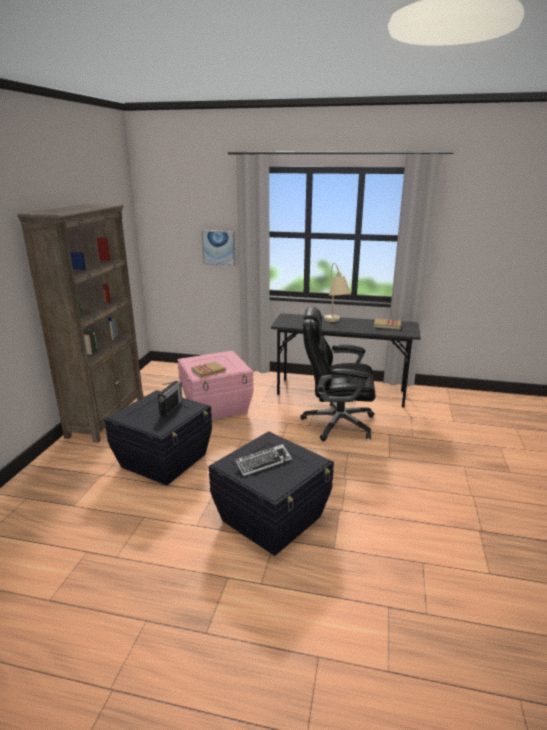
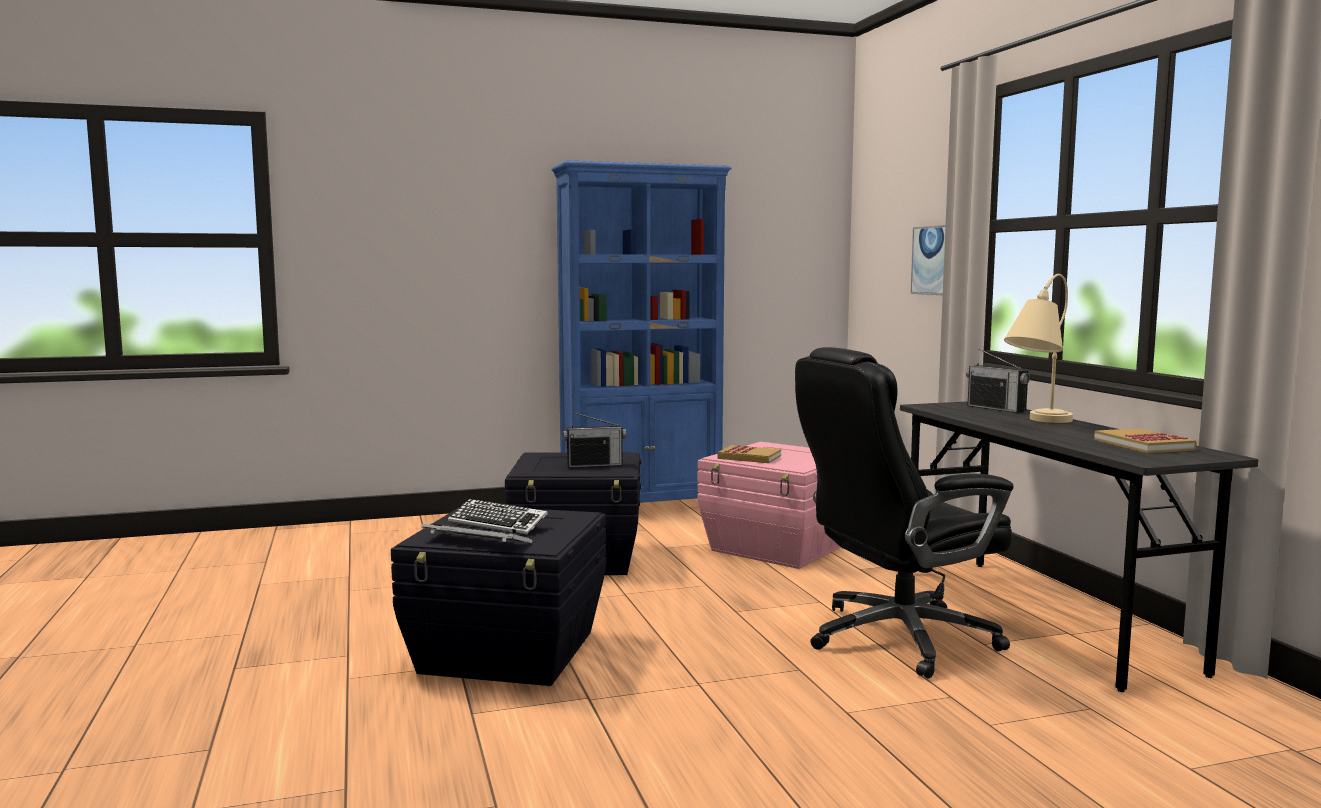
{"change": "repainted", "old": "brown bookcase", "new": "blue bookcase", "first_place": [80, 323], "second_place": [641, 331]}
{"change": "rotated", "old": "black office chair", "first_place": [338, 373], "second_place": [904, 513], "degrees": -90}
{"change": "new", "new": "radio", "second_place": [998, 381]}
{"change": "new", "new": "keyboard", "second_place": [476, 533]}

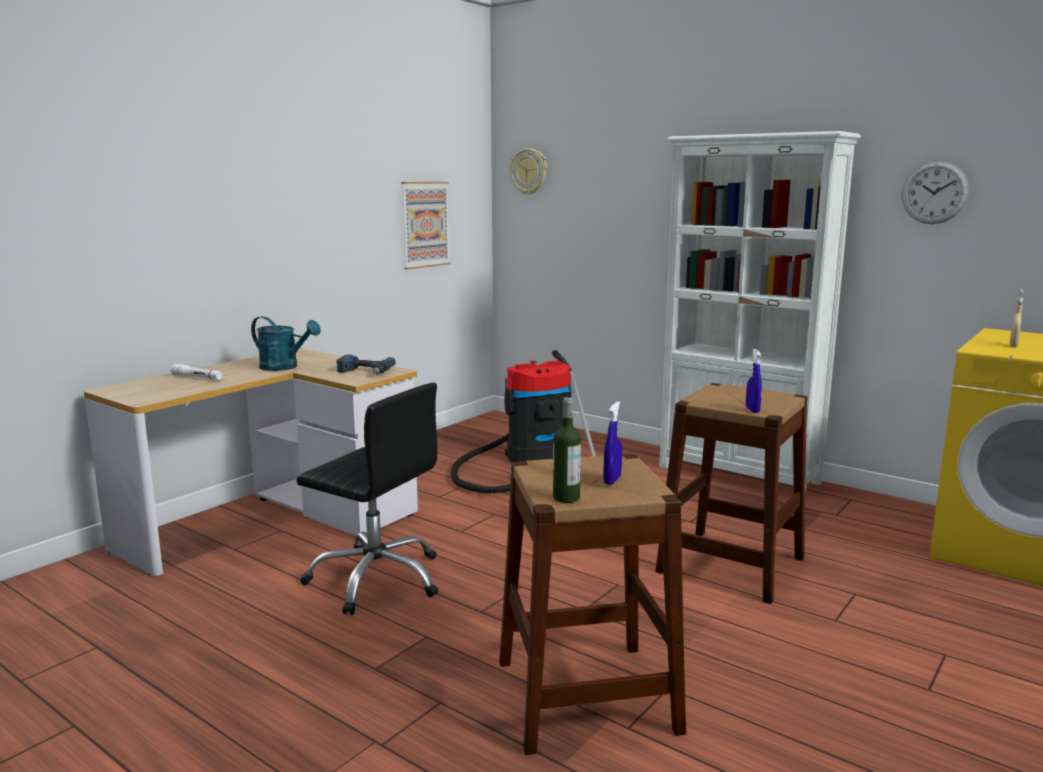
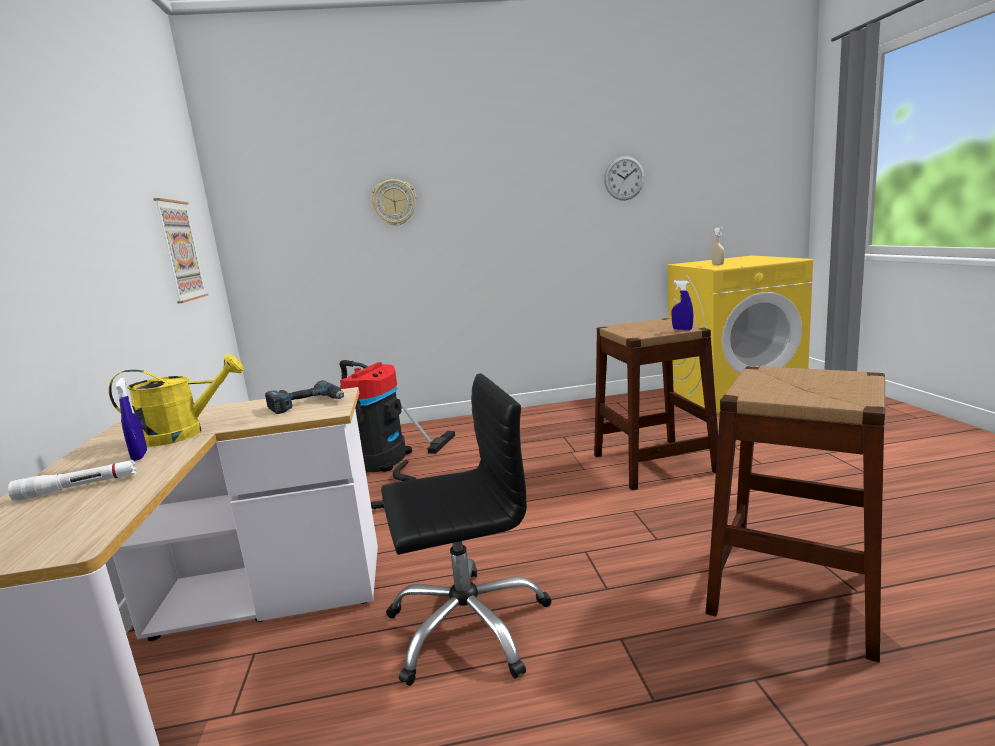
{"change": "gone", "old": "white bookcase", "first_place": [760, 311]}
{"change": "shifted", "old": "wall clock", "first_place": [528, 171], "second_place": [393, 202]}
{"change": "repainted", "old": "turquoise watering can", "new": "yellow watering can", "first_place": [286, 343], "second_place": [176, 400]}
{"change": "gone", "old": "bottle", "first_place": [567, 450]}
{"change": "shifted", "old": "blue spray bottle", "first_place": [612, 443], "second_place": [131, 419]}

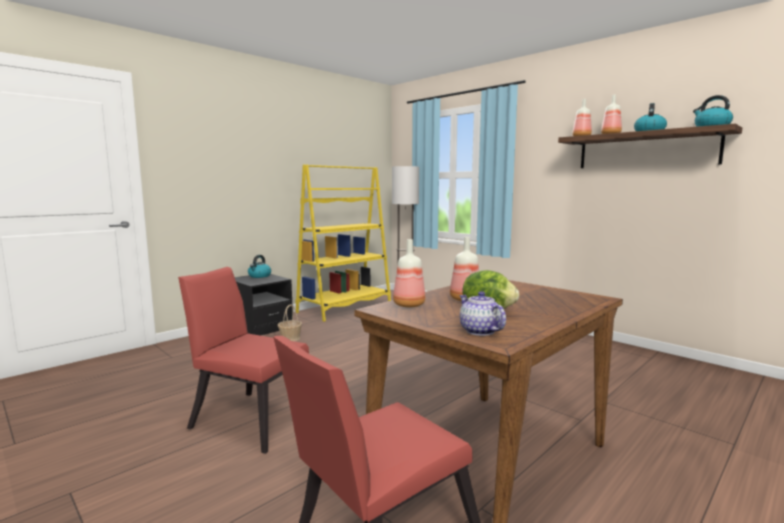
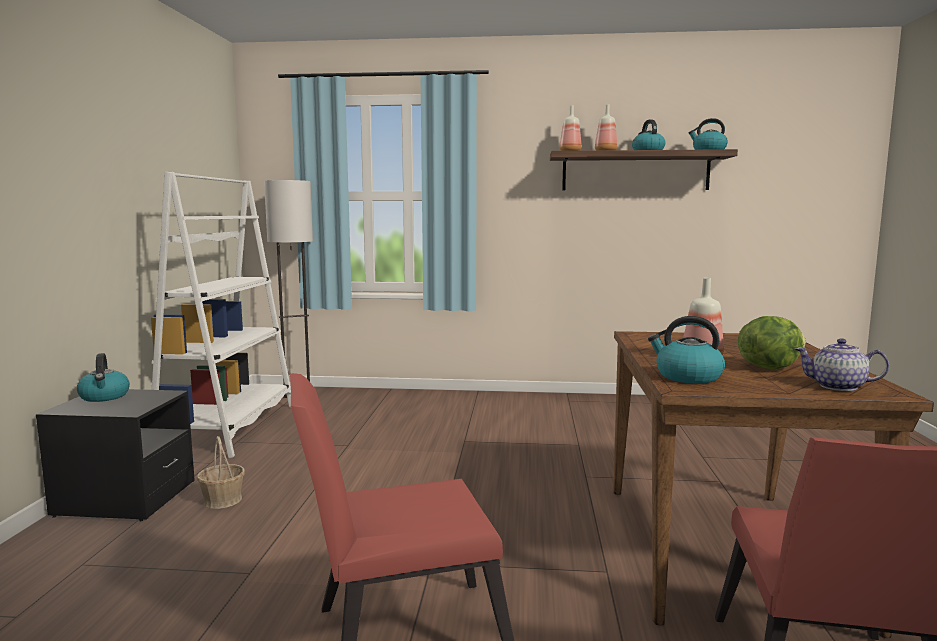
{"change": "repainted", "old": "yellow bookcase", "new": "white bookcase", "first_place": [343, 243], "second_place": [221, 315]}
{"change": "swapped", "old": "bottle", "new": "kettle", "first_place": [409, 273], "second_place": [686, 350]}

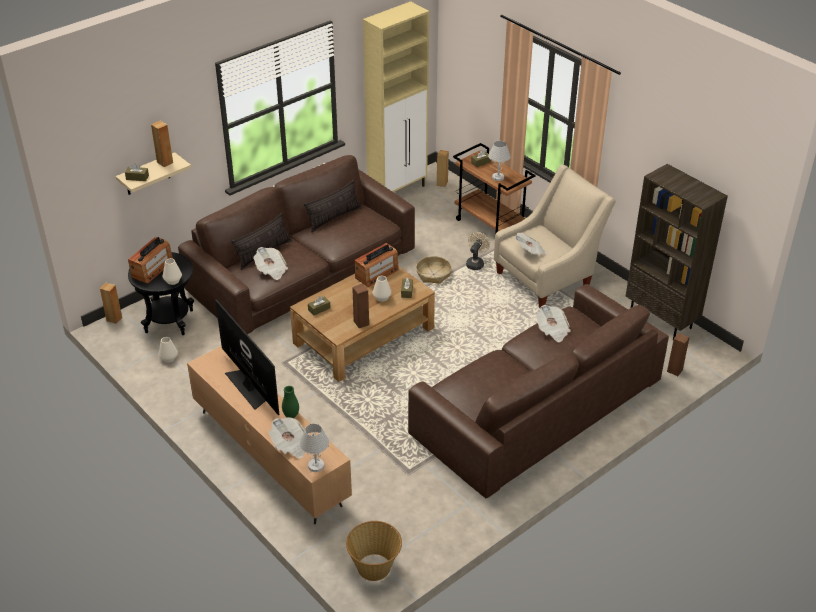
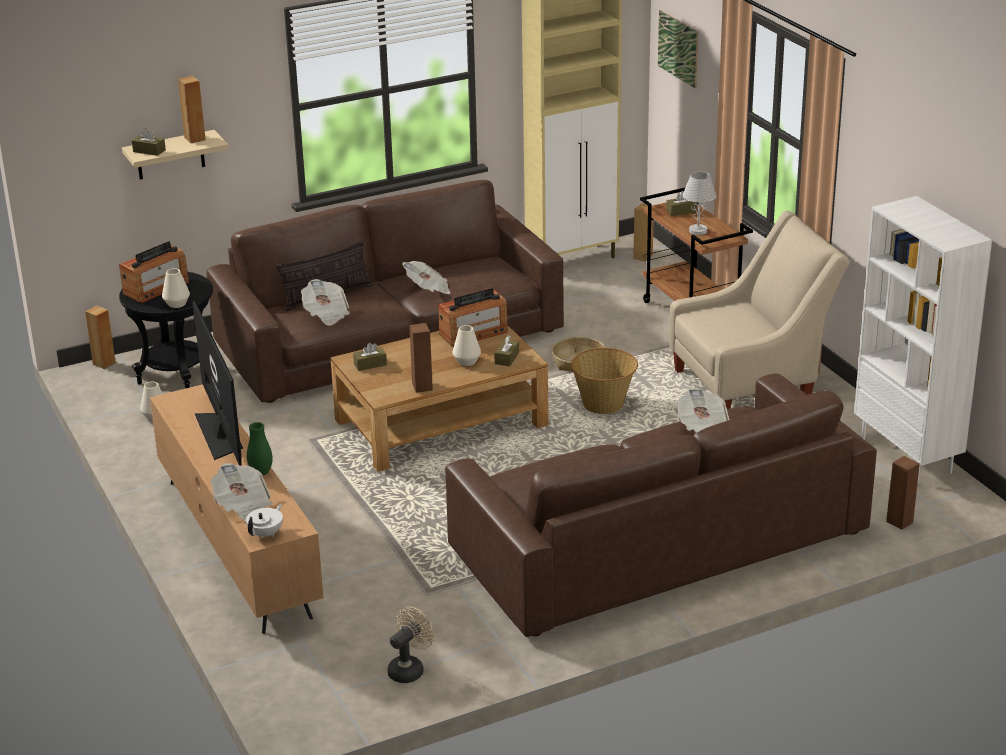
{"change": "repainted", "old": "brown bookcase", "new": "white bookcase", "first_place": [677, 252], "second_place": [923, 340]}
{"change": "gone", "old": "pillow", "first_place": [333, 206]}
{"change": "shifted", "old": "beige fan", "first_place": [478, 251], "second_place": [410, 645]}
{"change": "shifted", "old": "newspaper", "first_place": [530, 244], "second_place": [426, 277]}
{"change": "swapped", "old": "white table lamp", "new": "white teapot", "first_place": [314, 448], "second_place": [264, 521]}
{"change": "shifted", "old": "basket", "first_place": [374, 551], "second_place": [604, 381]}
{"change": "new", "new": "picture", "second_place": [678, 49]}

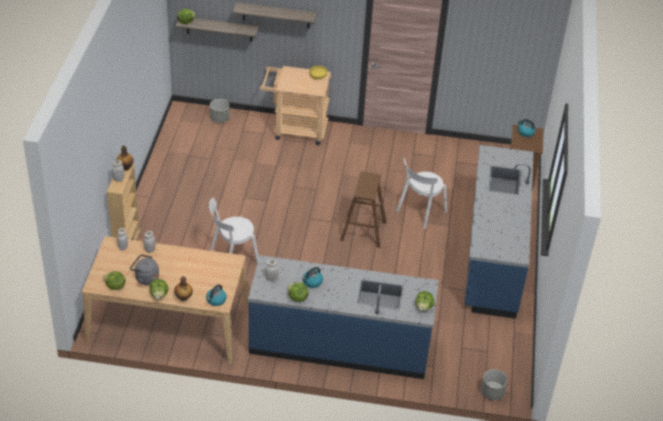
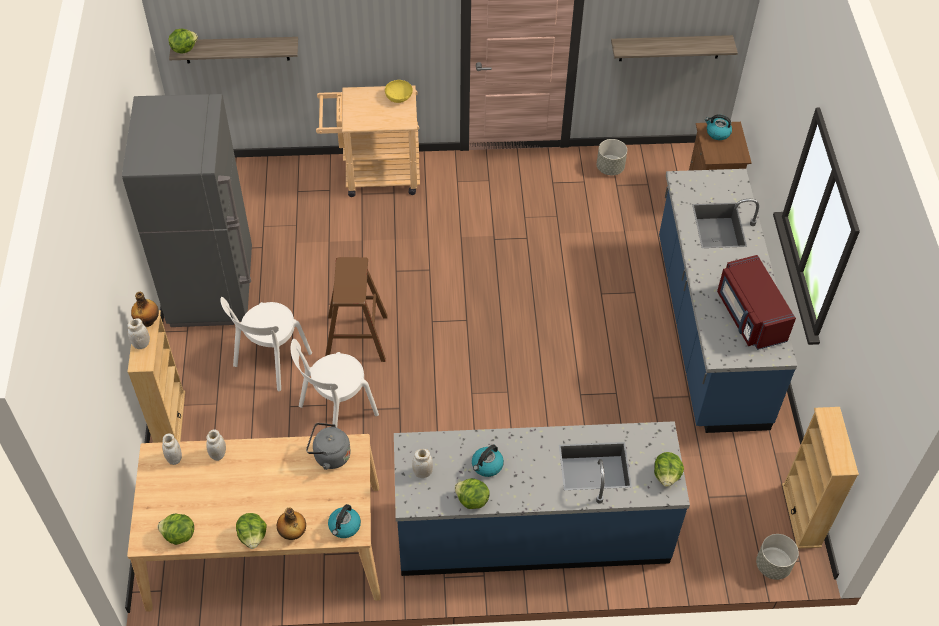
{"change": "shifted", "old": "shelf", "first_place": [274, 15], "second_place": [674, 48]}
{"change": "shifted", "old": "grey planter", "first_place": [219, 111], "second_place": [612, 157]}
{"change": "shifted", "old": "white chair", "first_place": [422, 193], "second_place": [266, 344]}
{"change": "shifted", "old": "brown stool", "first_place": [363, 210], "second_place": [356, 309]}
{"change": "shifted", "old": "grey kettle", "first_place": [144, 270], "second_place": [328, 446]}
{"change": "new", "new": "grey fridge", "second_place": [187, 210]}
{"change": "new", "new": "red microwave", "second_place": [756, 302]}
{"change": "new", "new": "beige bookcase", "second_place": [820, 478]}

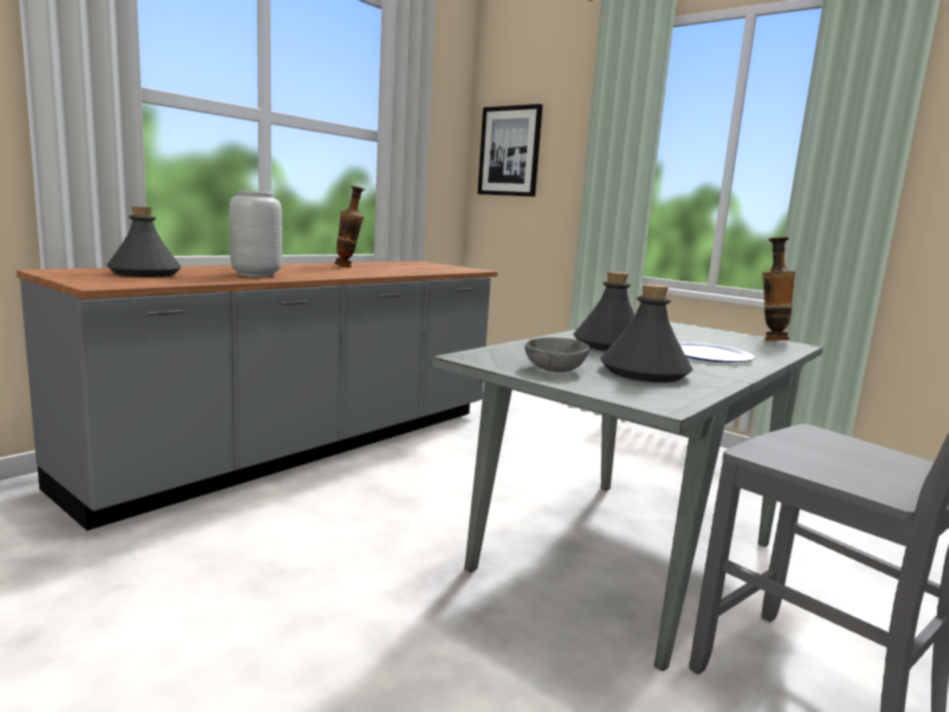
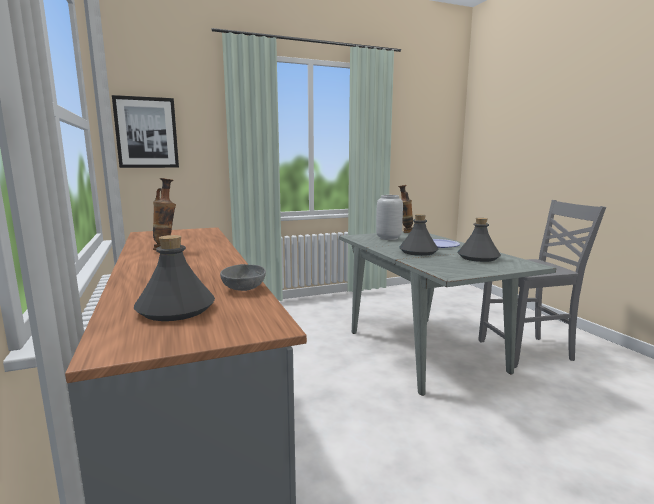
{"change": "shifted", "old": "grey vase", "first_place": [255, 233], "second_place": [389, 217]}
{"change": "shifted", "old": "grey bowl", "first_place": [557, 354], "second_place": [243, 277]}

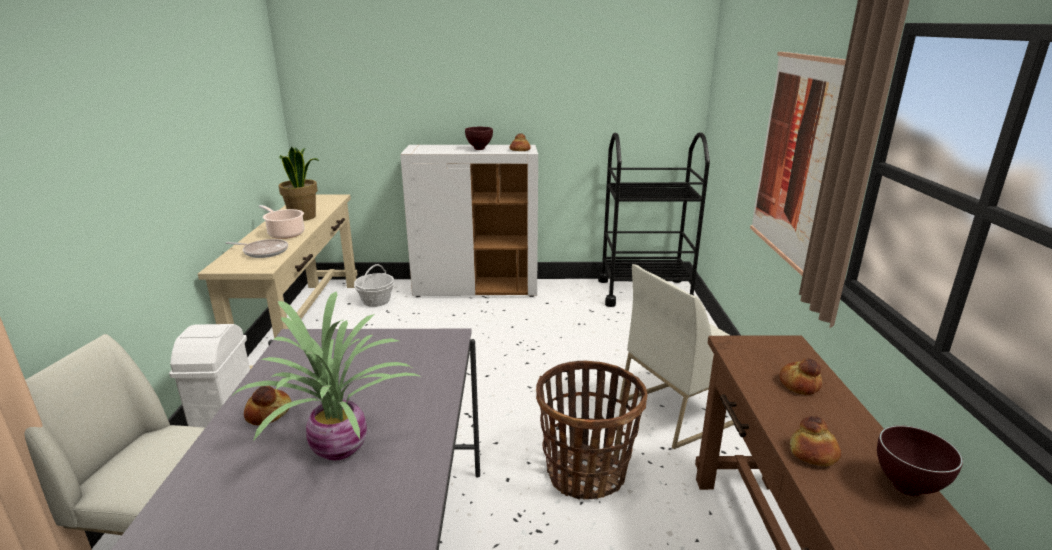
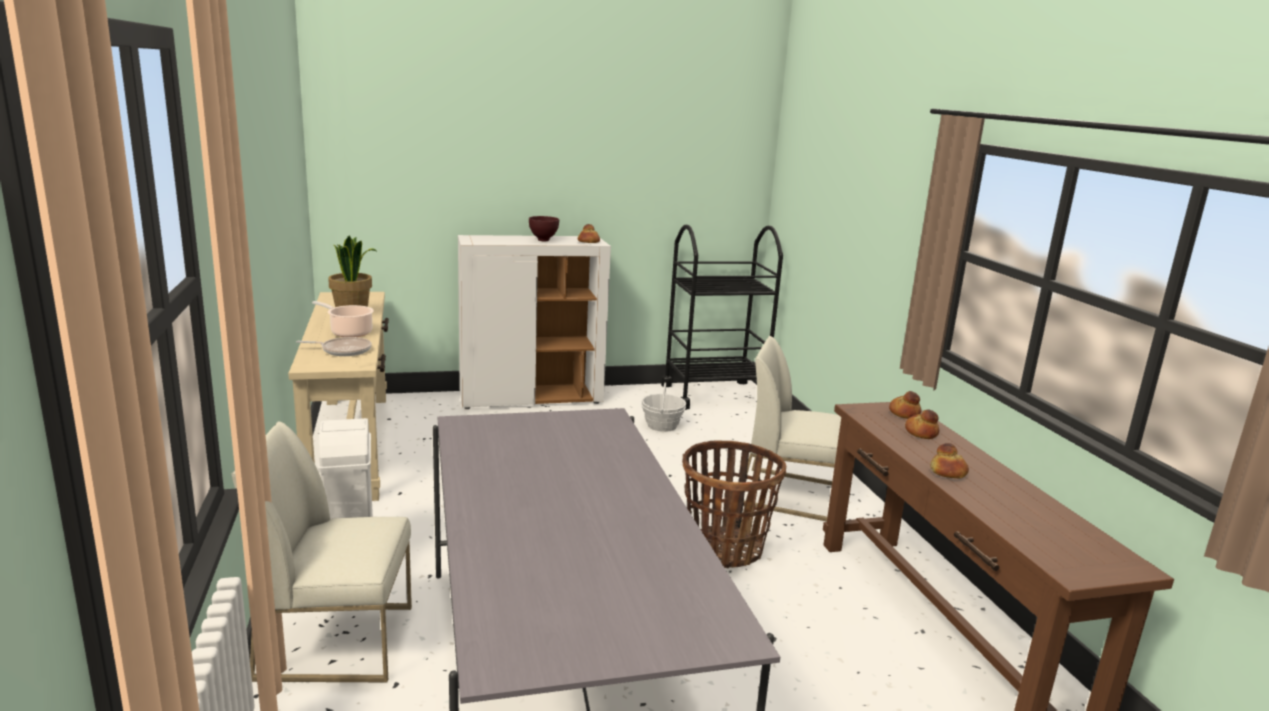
{"change": "gone", "old": "picture", "first_place": [798, 163]}
{"change": "shifted", "old": "basket", "first_place": [374, 285], "second_place": [663, 407]}
{"change": "rotated", "old": "white chair", "first_place": [676, 356], "second_place": [792, 429], "degrees": 60}
{"change": "gone", "old": "potted plant", "first_place": [326, 376]}
{"change": "shifted", "old": "bread", "first_place": [268, 405], "second_place": [905, 405]}
{"change": "gone", "old": "brown bowl", "first_place": [920, 460]}

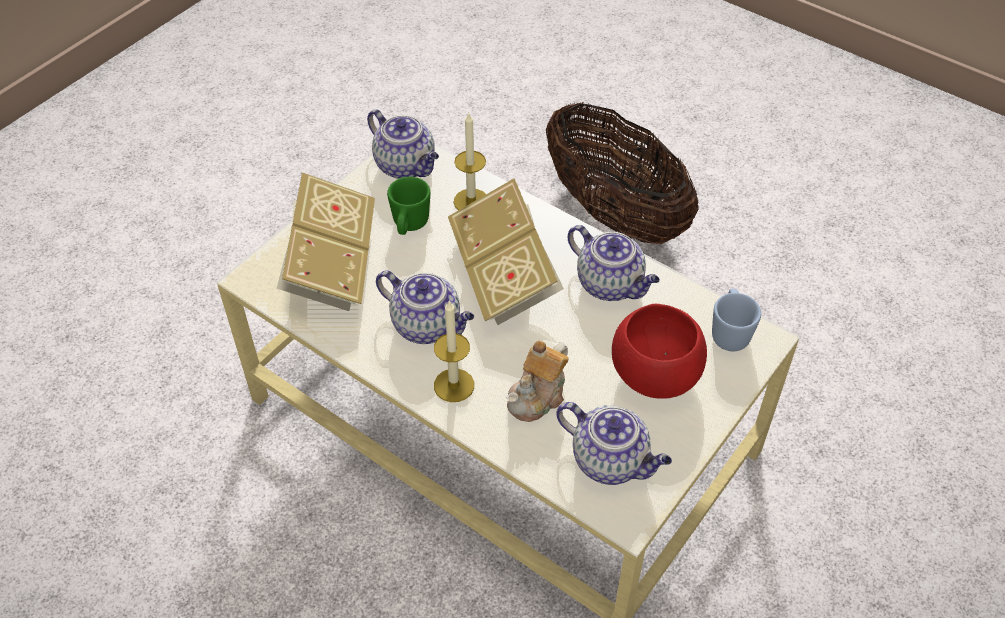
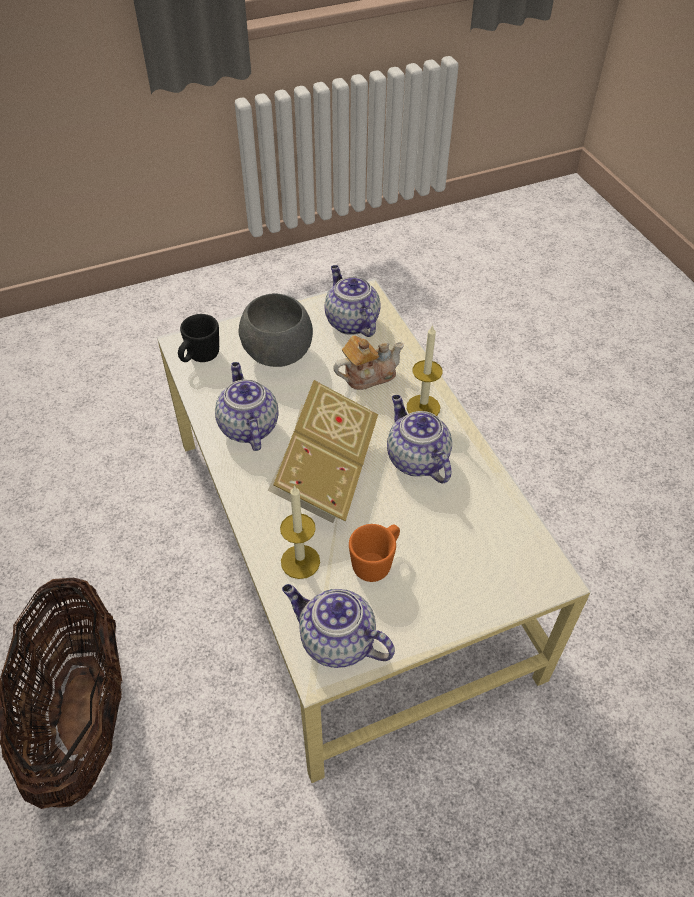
{"change": "rotated", "old": "teapot", "first_place": [403, 144], "second_place": [338, 626], "degrees": -45}
{"change": "gone", "old": "book", "first_place": [326, 241]}
{"change": "repainted", "old": "green mug", "new": "orange mug", "first_place": [408, 206], "second_place": [374, 553]}
{"change": "repainted", "old": "blue mug", "new": "black mug", "first_place": [736, 320], "second_place": [198, 338]}
{"change": "repainted", "old": "red bowl", "new": "grey bowl", "first_place": [659, 351], "second_place": [276, 330]}

